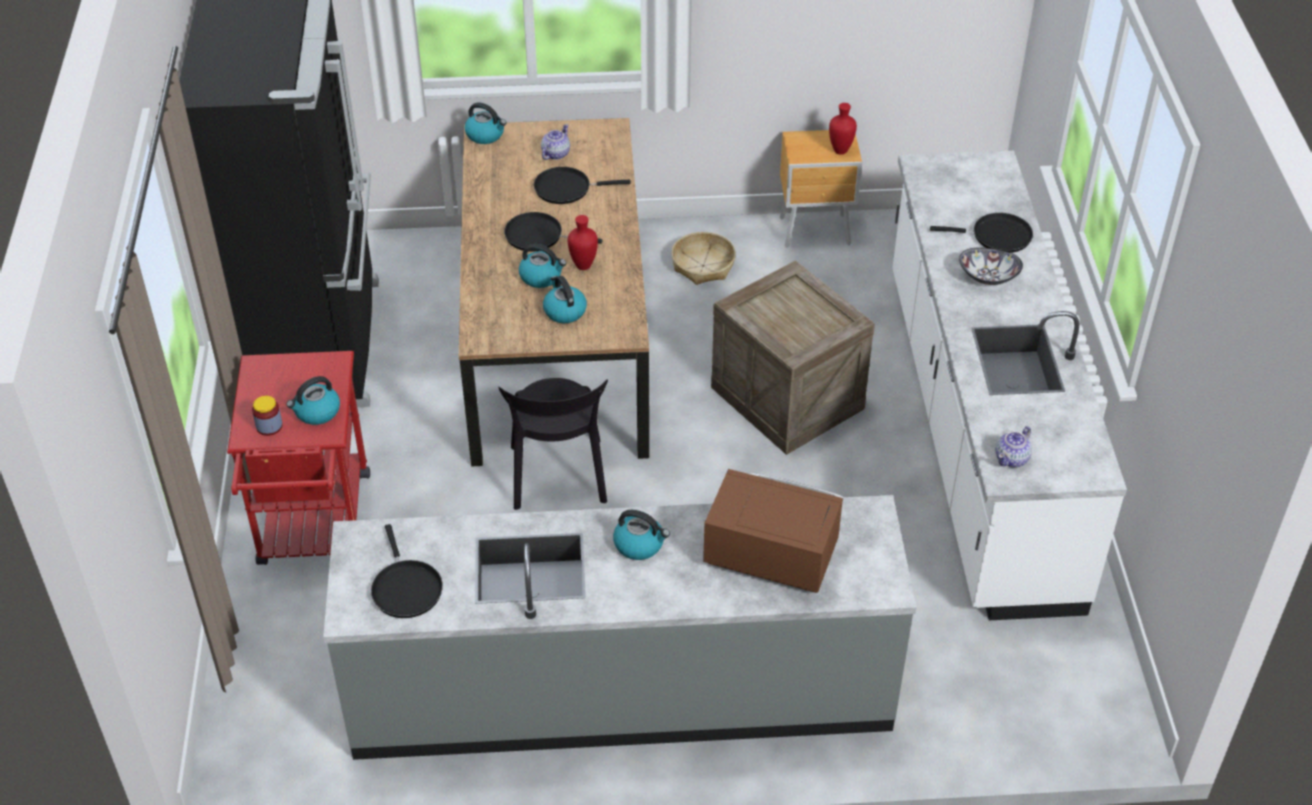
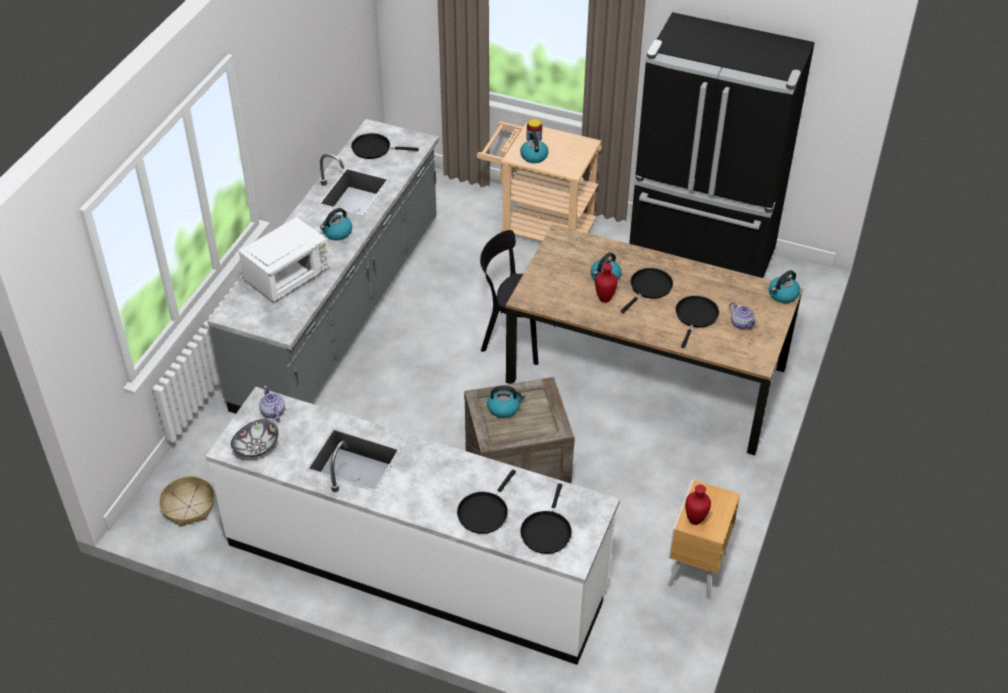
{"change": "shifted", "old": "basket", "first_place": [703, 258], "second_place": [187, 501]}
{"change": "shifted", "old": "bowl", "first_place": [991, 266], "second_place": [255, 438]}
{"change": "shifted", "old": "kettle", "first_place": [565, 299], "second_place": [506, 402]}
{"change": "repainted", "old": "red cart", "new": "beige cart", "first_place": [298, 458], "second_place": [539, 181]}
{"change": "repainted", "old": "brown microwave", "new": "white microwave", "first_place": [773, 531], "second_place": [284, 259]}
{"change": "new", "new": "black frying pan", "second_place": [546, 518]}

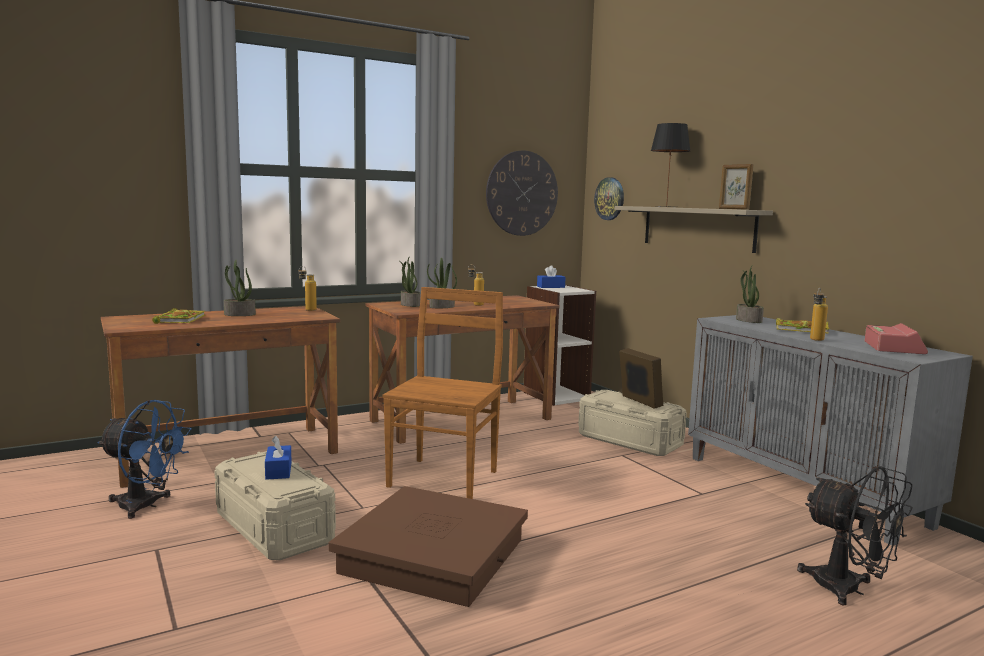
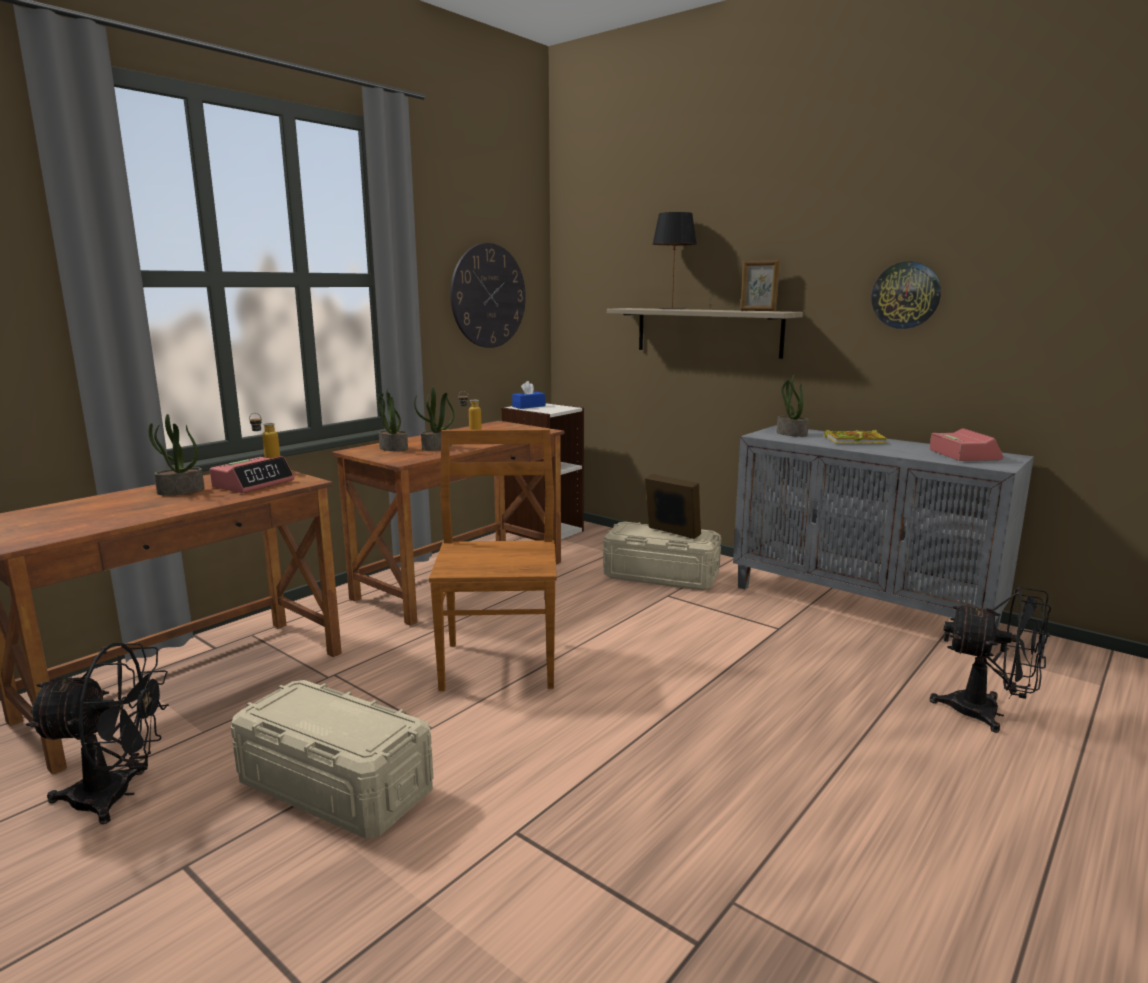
{"change": "shifted", "old": "wall clock", "first_place": [609, 198], "second_place": [906, 295]}
{"change": "gone", "old": "bottle", "first_place": [819, 314]}
{"change": "gone", "old": "book", "first_place": [178, 316]}
{"change": "repainted", "old": "blue fan", "new": "black fan", "first_place": [144, 459], "second_place": [97, 733]}
{"change": "gone", "old": "blue tissue box", "first_place": [278, 458]}
{"change": "gone", "old": "brown storage box", "first_place": [428, 546]}
{"change": "new", "new": "alarm clock", "second_place": [252, 474]}

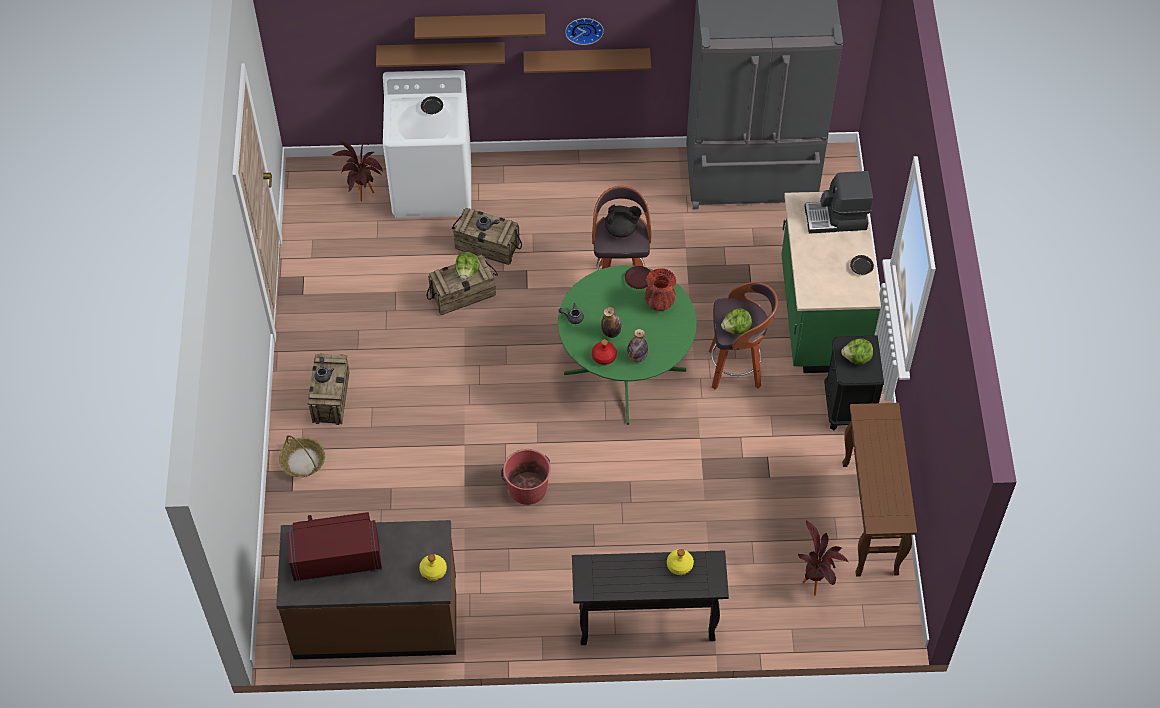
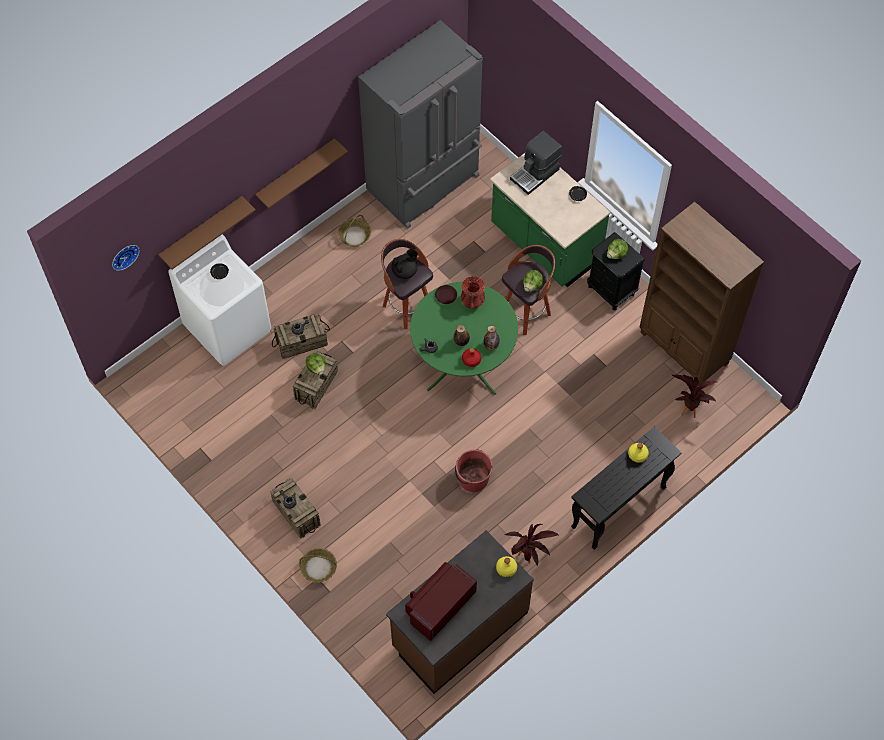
{"change": "gone", "old": "brown shelf", "first_place": [480, 26]}
{"change": "shifted", "old": "wall clock", "first_place": [584, 31], "second_place": [126, 258]}
{"change": "shifted", "old": "potted plant", "first_place": [357, 171], "second_place": [531, 545]}
{"change": "swapped", "old": "brown console table", "new": "brown bookcase", "first_place": [879, 490], "second_place": [701, 294]}
{"change": "new", "new": "basket", "second_place": [354, 231]}

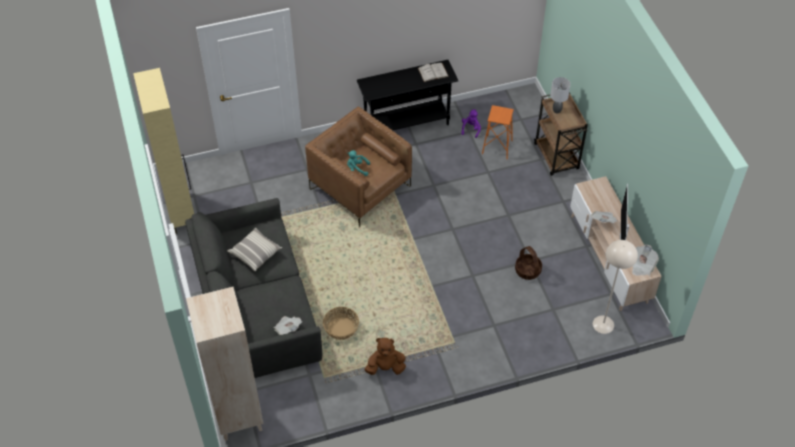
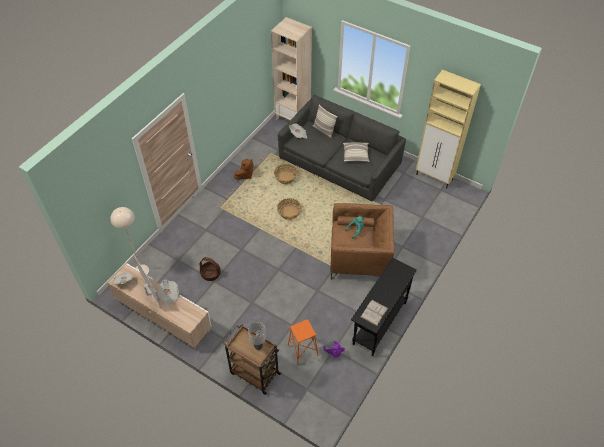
{"change": "new", "new": "pillow", "second_place": [325, 121]}
{"change": "new", "new": "basket", "second_place": [289, 209]}

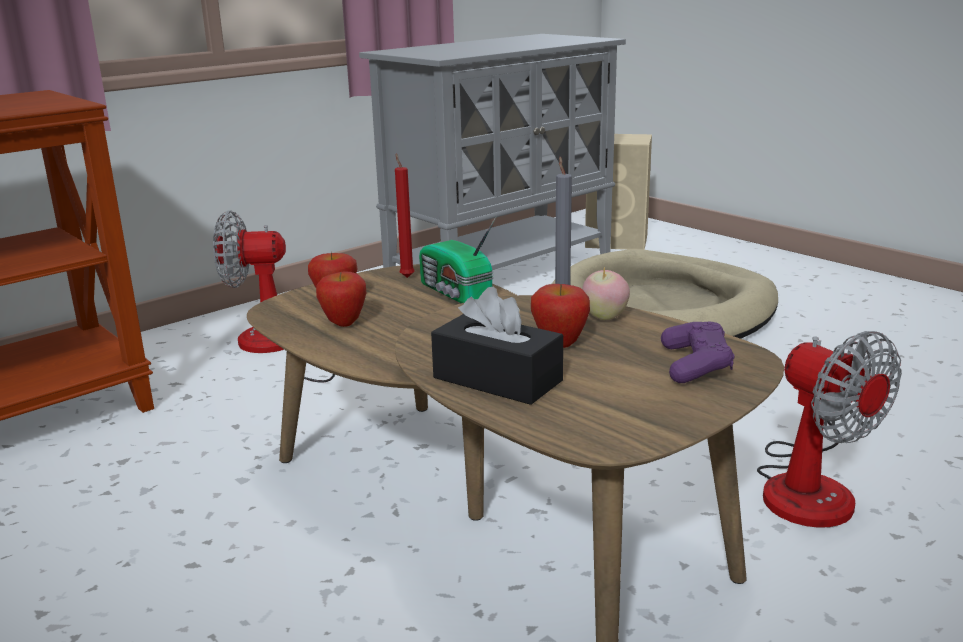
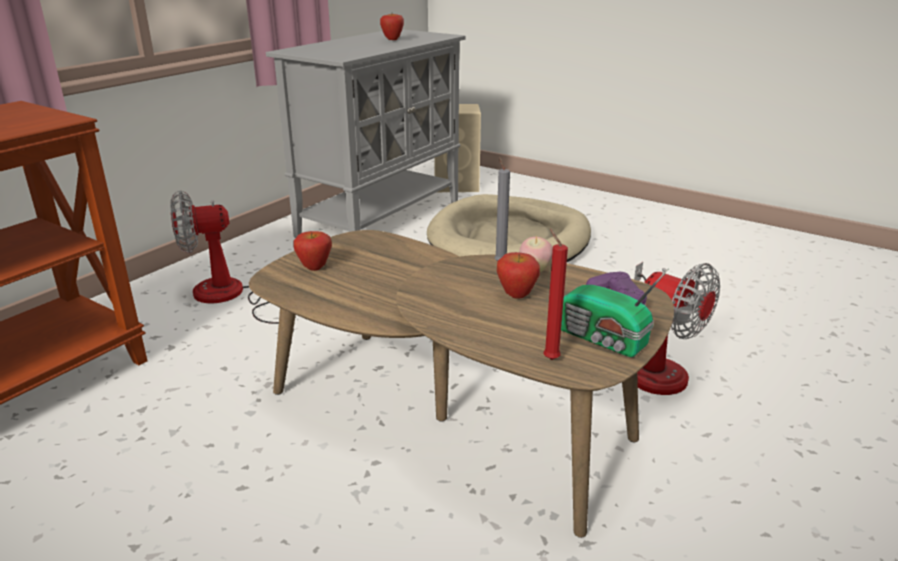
{"change": "shifted", "old": "red candle", "first_place": [405, 215], "second_place": [555, 294]}
{"change": "shifted", "old": "radio", "first_place": [458, 259], "second_place": [614, 313]}
{"change": "shifted", "old": "apple", "first_place": [341, 299], "second_place": [392, 27]}
{"change": "gone", "old": "black tissue box", "first_place": [497, 346]}

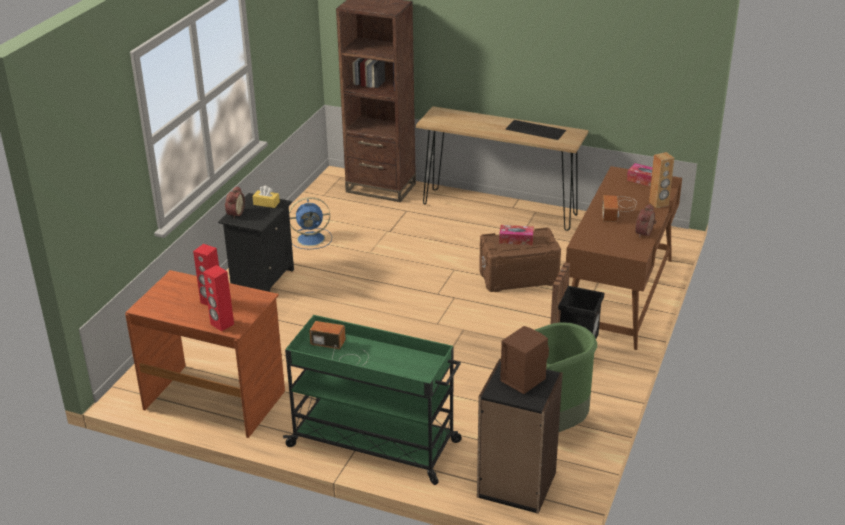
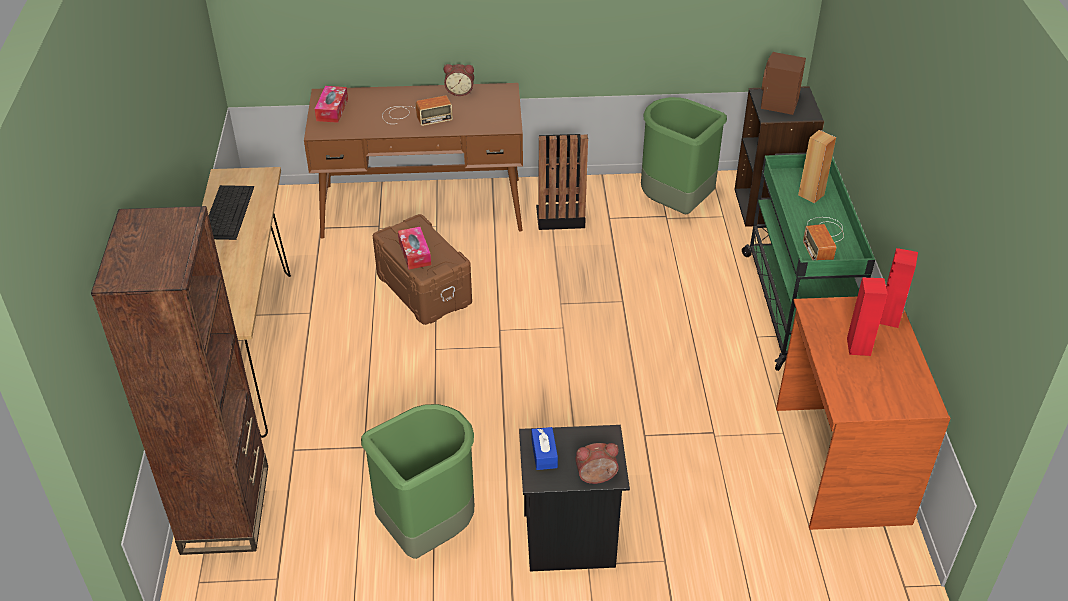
{"change": "shifted", "old": "brown speaker", "first_place": [661, 180], "second_place": [817, 166]}
{"change": "repainted", "old": "yellow tissue box", "new": "blue tissue box", "first_place": [266, 196], "second_place": [545, 448]}
{"change": "swapped", "old": "blue fan", "new": "green trash can", "first_place": [310, 223], "second_place": [417, 481]}

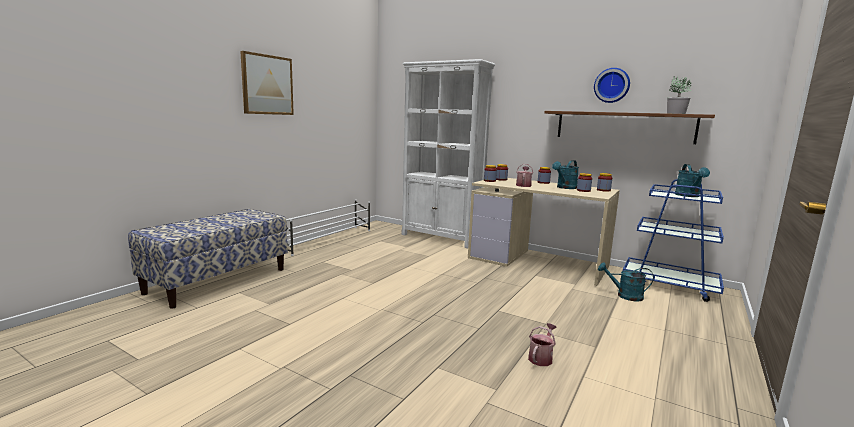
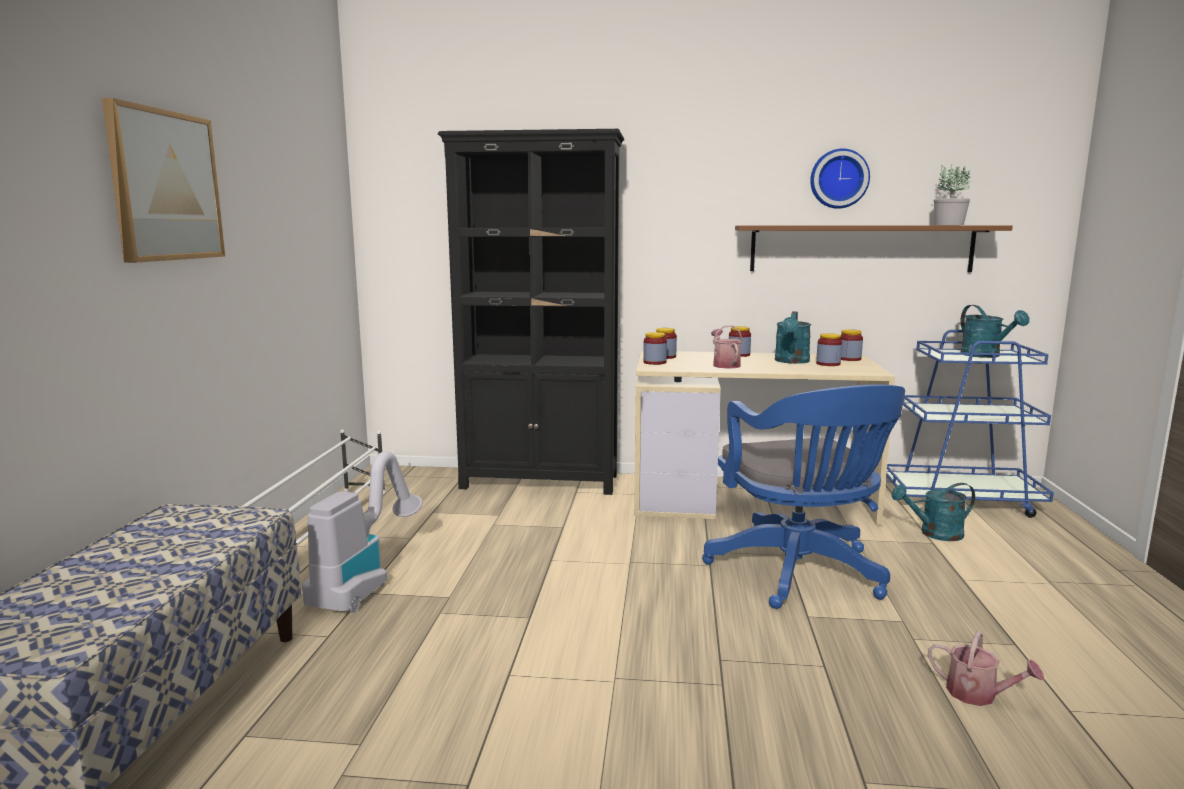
{"change": "repainted", "old": "white bookcase", "new": "black bookcase", "first_place": [448, 153], "second_place": [531, 312]}
{"change": "rotated", "old": "watering can", "first_place": [542, 344], "second_place": [986, 668], "degrees": 120}
{"change": "new", "new": "blue office chair", "second_place": [803, 496]}
{"change": "new", "new": "vacuum cleaner", "second_place": [362, 532]}

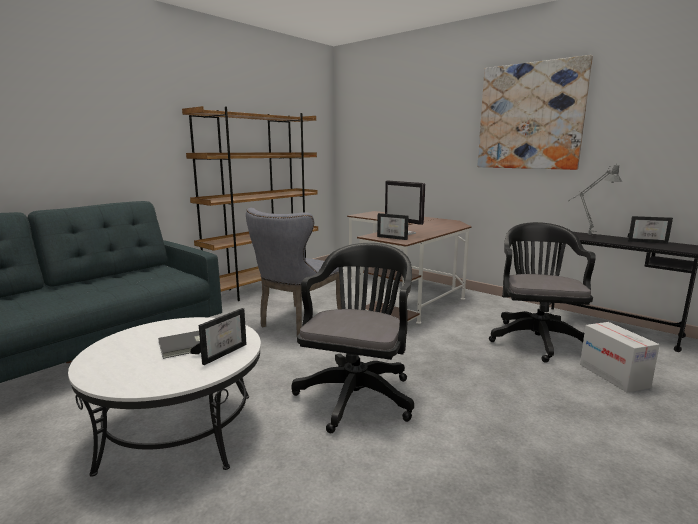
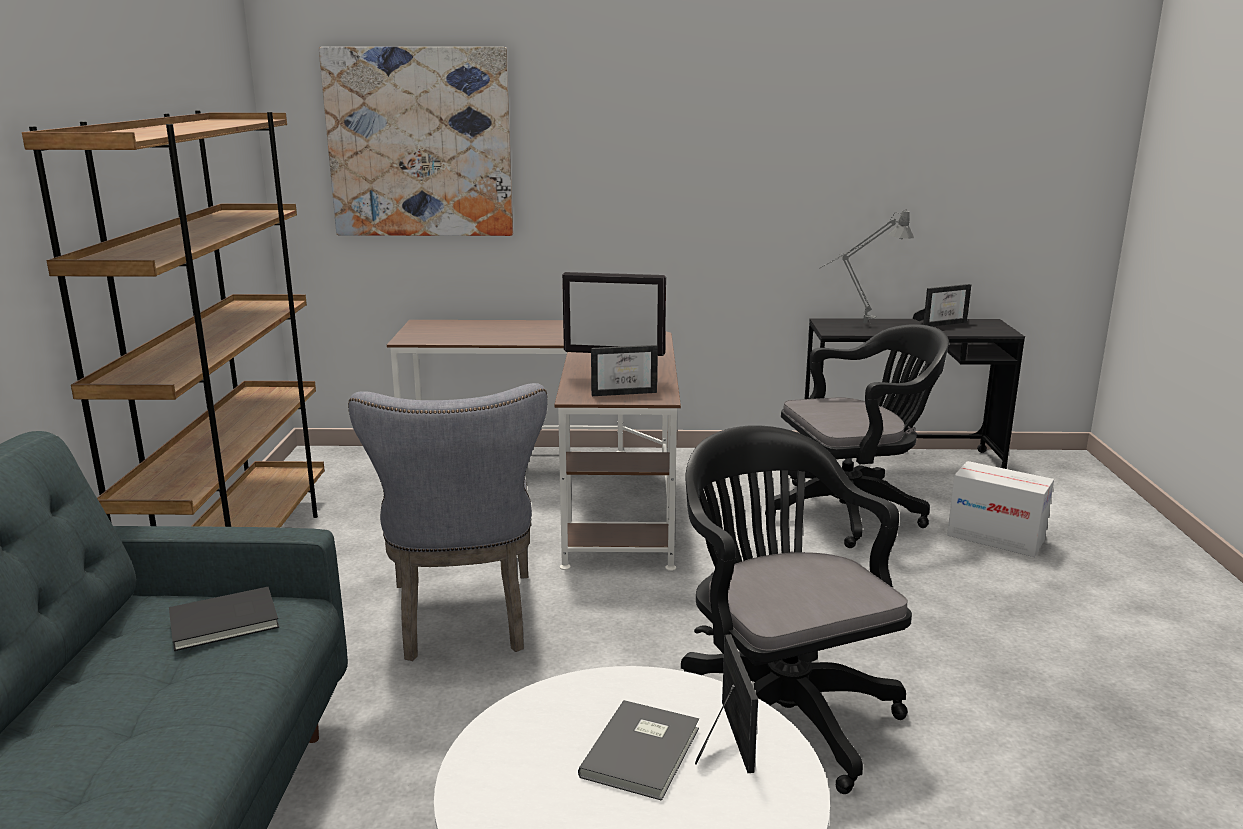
{"change": "shifted", "old": "picture", "first_place": [535, 112], "second_place": [416, 141]}
{"change": "rotated", "old": "black office chair", "first_place": [542, 292], "second_place": [857, 436], "degrees": 105}
{"change": "new", "new": "black book", "second_place": [224, 619]}

